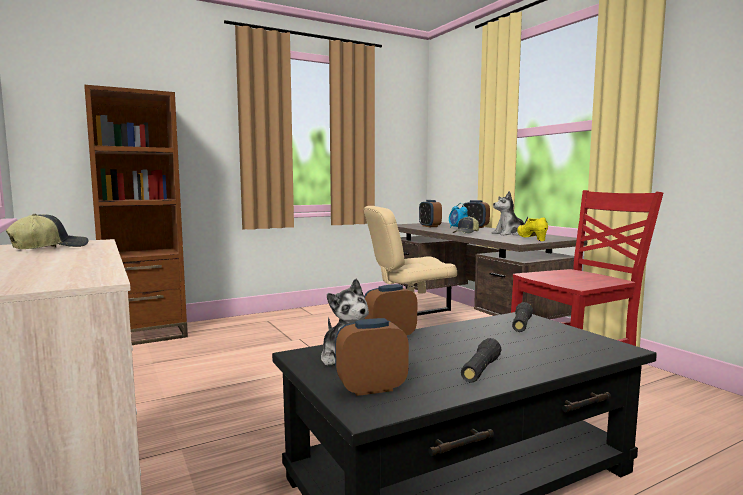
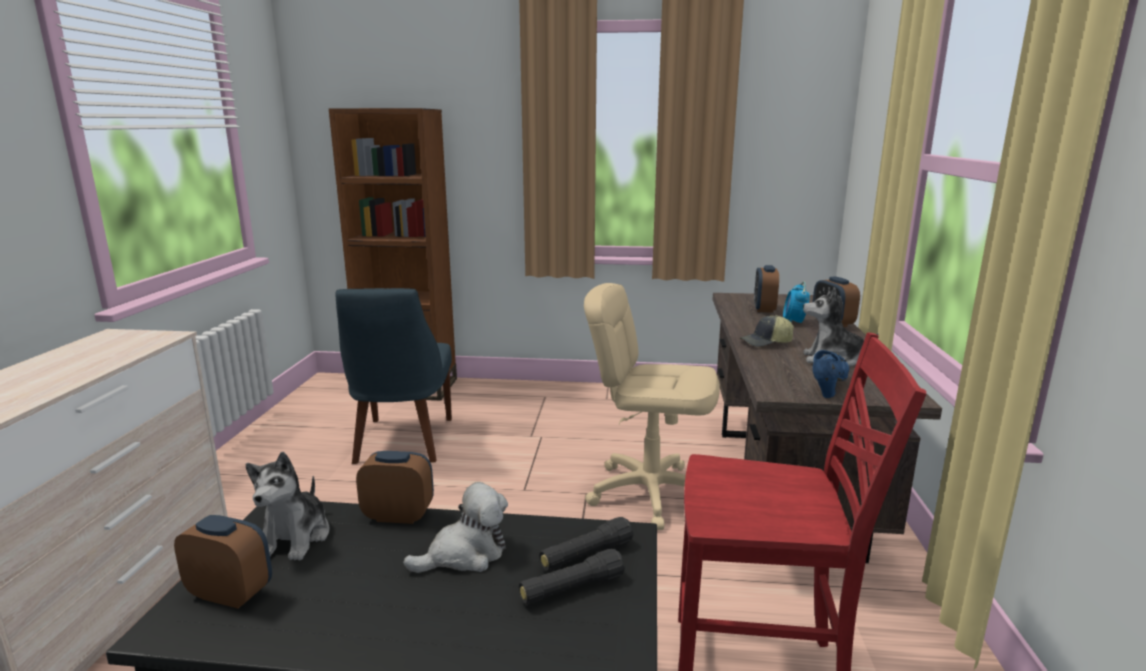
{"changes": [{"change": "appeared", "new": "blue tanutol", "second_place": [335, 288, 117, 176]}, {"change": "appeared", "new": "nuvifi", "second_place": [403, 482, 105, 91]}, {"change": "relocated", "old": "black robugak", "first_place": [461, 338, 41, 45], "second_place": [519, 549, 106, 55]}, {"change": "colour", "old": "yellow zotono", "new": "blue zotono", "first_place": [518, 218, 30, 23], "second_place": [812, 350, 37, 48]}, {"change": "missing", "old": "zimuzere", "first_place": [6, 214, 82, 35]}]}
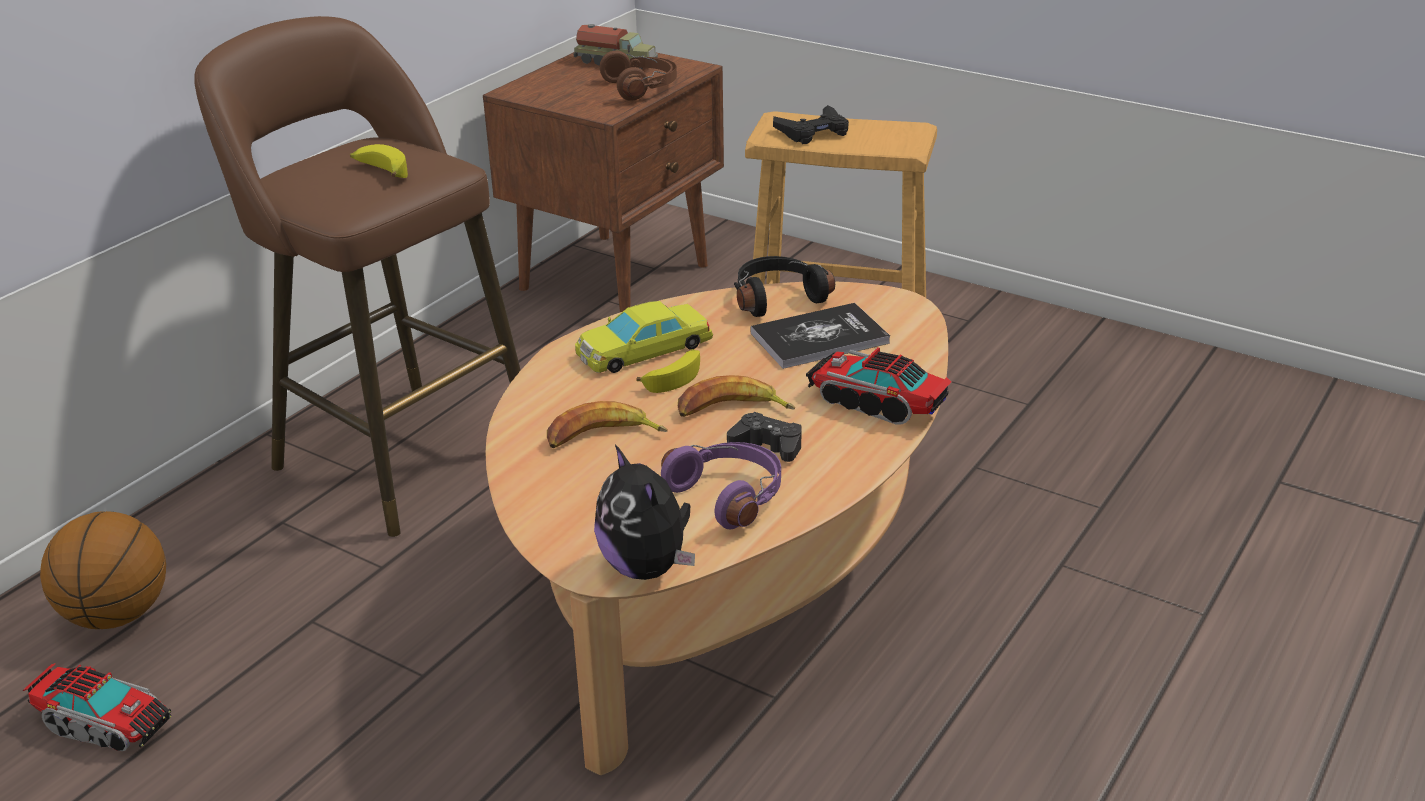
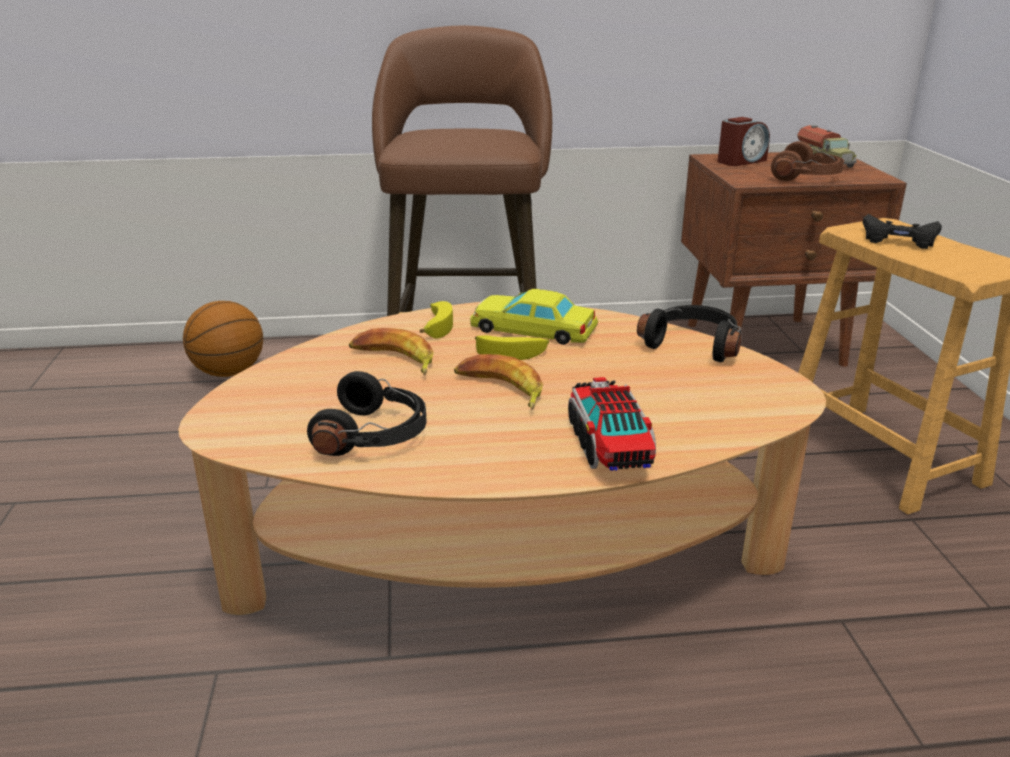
{"changes": [{"change": "colour", "old": "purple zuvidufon", "new": "black zuvidufon", "first_place": [661, 442, 120, 88], "second_place": [307, 371, 120, 85]}, {"change": "relocated", "old": "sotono", "first_place": [350, 144, 58, 34], "second_place": [420, 301, 33, 37]}, {"change": "appeared", "new": "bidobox", "second_place": [718, 117, 52, 49]}, {"change": "missing", "old": "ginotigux", "first_place": [23, 663, 148, 88]}, {"change": "missing", "old": "nuvifi", "first_place": [594, 444, 101, 136]}, {"change": "missing", "old": "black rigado", "first_place": [727, 412, 75, 50]}, {"change": "missing", "old": "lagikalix", "first_place": [750, 303, 140, 66]}]}
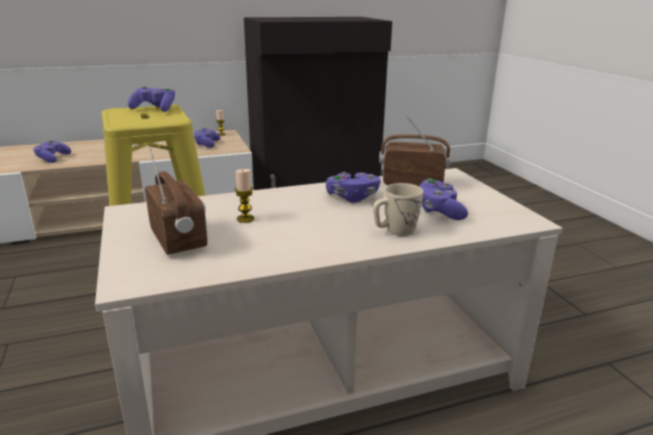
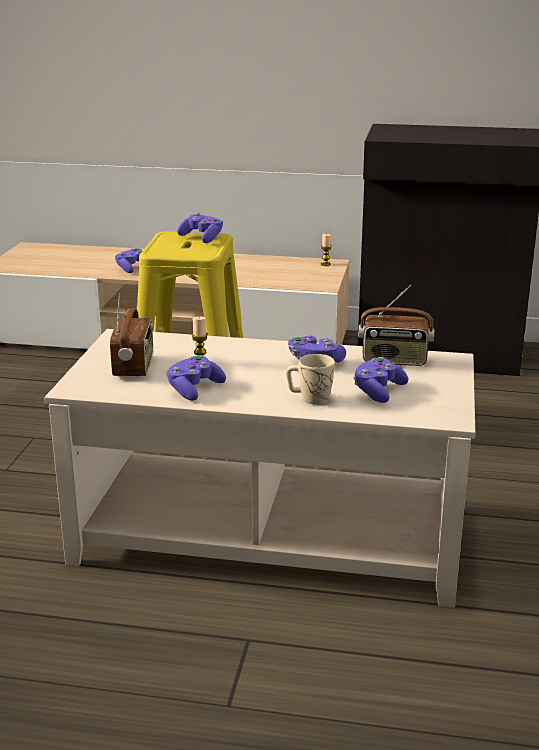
{"changes": [{"change": "relocated", "old": "purple rigado", "first_place": [193, 128, 27, 20], "second_place": [167, 355, 59, 46]}, {"change": "spun", "old": "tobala", "first_place": [379, 116, 72, 71], "second_place": [358, 285, 76, 81], "degrees": 150}]}
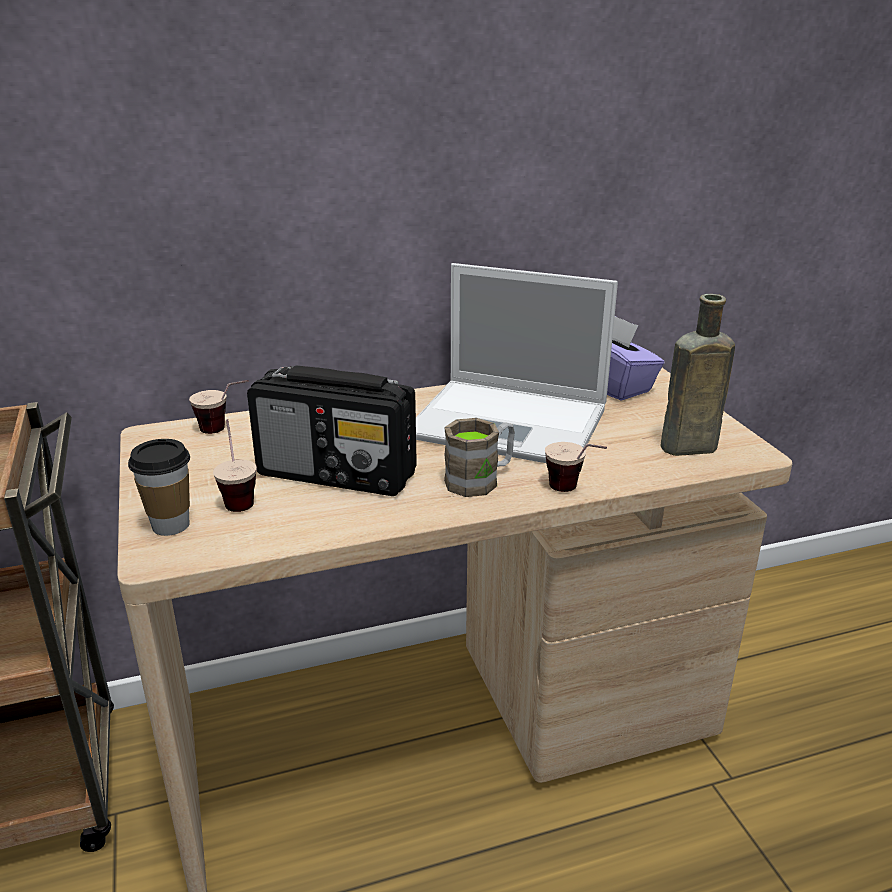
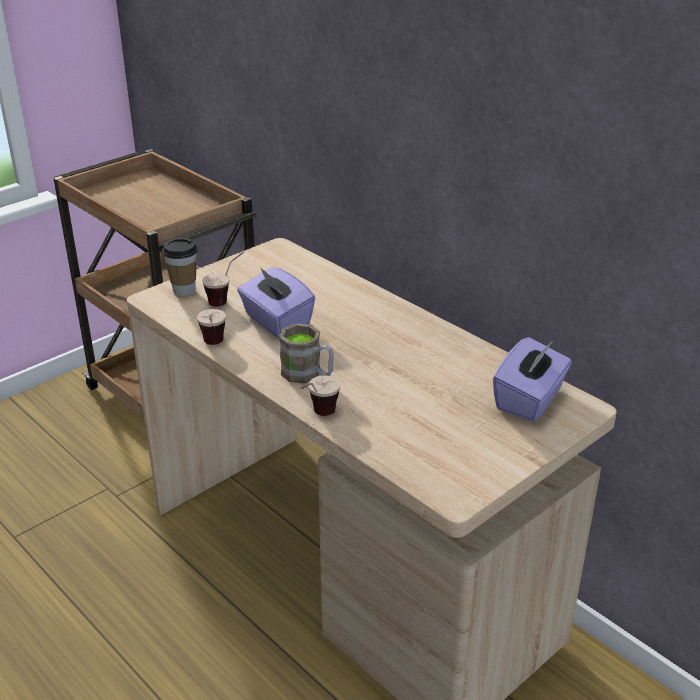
{"changes": [{"change": "relocated", "old": "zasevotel", "first_place": [189, 380, 59, 54], "second_place": [197, 309, 29, 36]}, {"change": "exchanged", "old": "tobala", "new": "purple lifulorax", "first_place": [247, 365, 170, 131], "second_place": [237, 267, 78, 71]}, {"change": "missing", "old": "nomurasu", "first_place": [416, 263, 202, 200]}, {"change": "missing", "old": "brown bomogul", "first_place": [661, 294, 74, 162]}]}
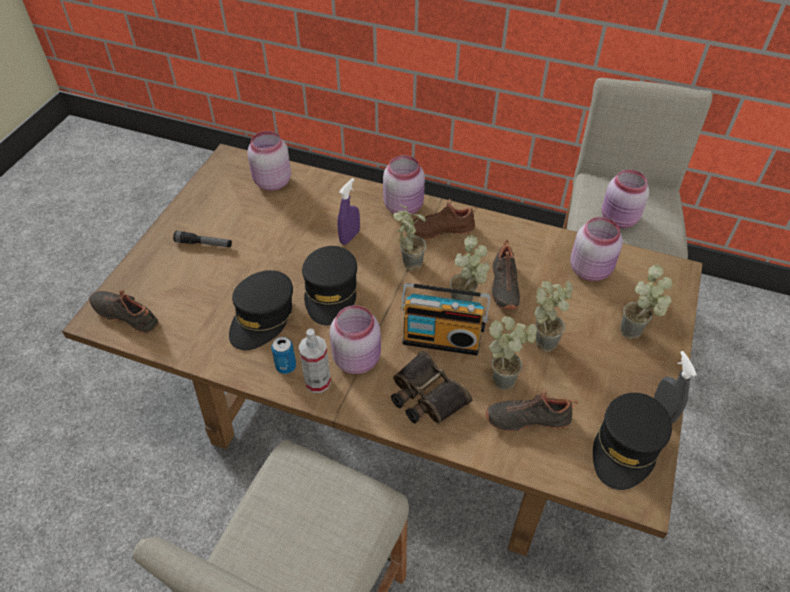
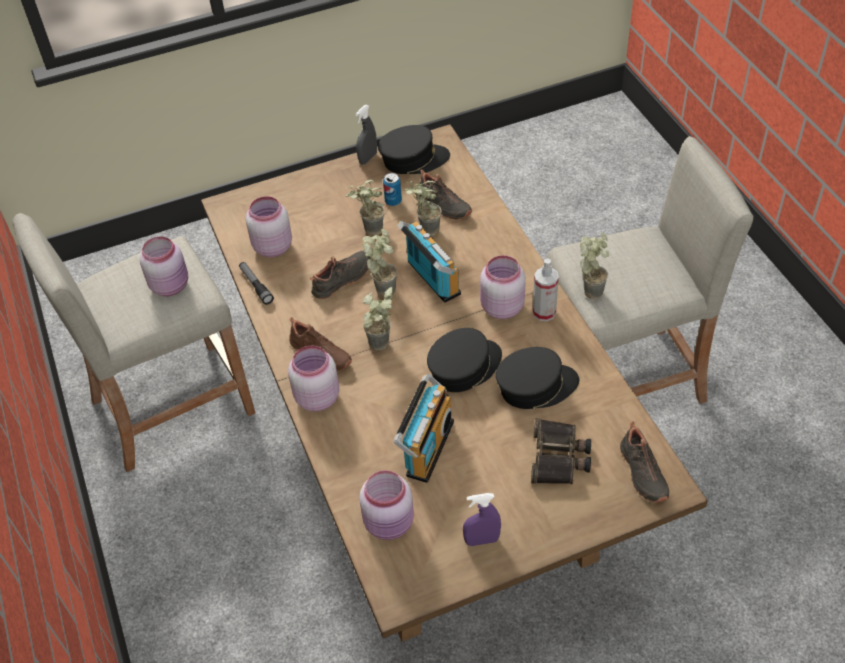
{"changes": [{"change": "relocated", "old": "robugak", "first_place": [173, 231, 59, 16], "second_place": [239, 262, 35, 43]}, {"change": "relocated", "old": "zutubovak", "first_place": [271, 337, 25, 37], "second_place": [383, 173, 19, 33]}, {"change": "appeared", "new": "tobala", "second_place": [394, 374, 60, 109]}, {"change": "relocated", "old": "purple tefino", "first_place": [337, 178, 23, 67], "second_place": [463, 493, 38, 53]}, {"change": "relocated", "old": "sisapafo", "first_place": [391, 351, 81, 73], "second_place": [531, 418, 60, 66]}, {"change": "relocated", "old": "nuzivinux", "first_place": [620, 265, 53, 74], "second_place": [580, 232, 29, 67]}]}
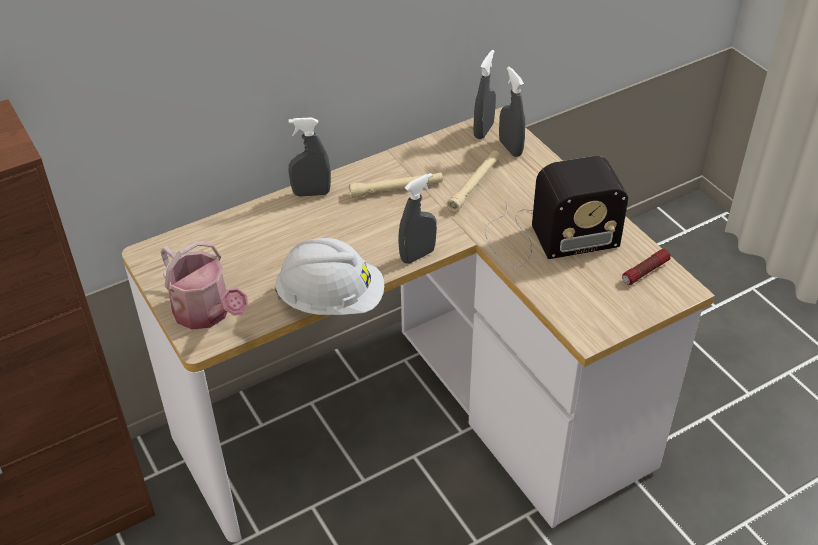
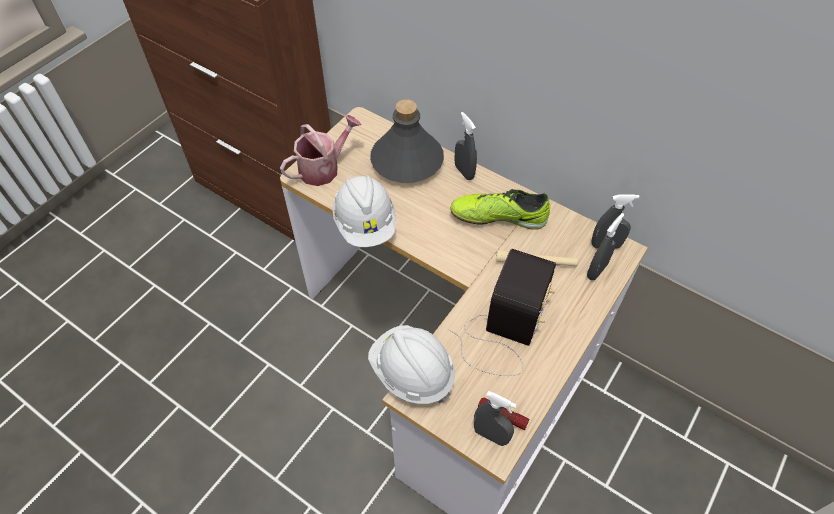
{"changes": [{"change": "spun", "old": "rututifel", "first_place": [160, 241, 88, 89], "second_place": [280, 115, 82, 71], "degrees": -150}, {"change": "appeared", "new": "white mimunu", "second_place": [368, 325, 87, 79]}, {"change": "appeared", "new": "grey bomogul", "second_place": [370, 100, 74, 83]}, {"change": "spun", "old": "tobala", "first_place": [485, 156, 143, 111], "second_place": [447, 249, 109, 127], "degrees": -120}, {"change": "exchanged", "old": "beige robugak", "new": "zotono", "first_place": [349, 172, 94, 26], "second_place": [450, 189, 100, 41]}, {"change": "relocated", "old": "grey tefino", "first_place": [398, 173, 39, 90], "second_place": [474, 391, 43, 55]}]}
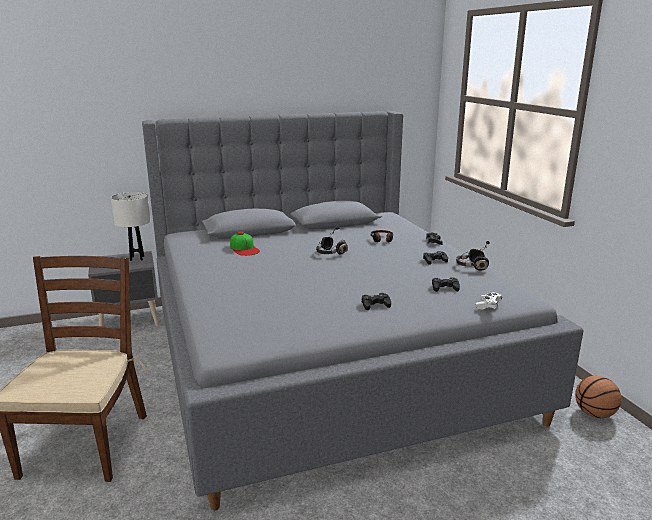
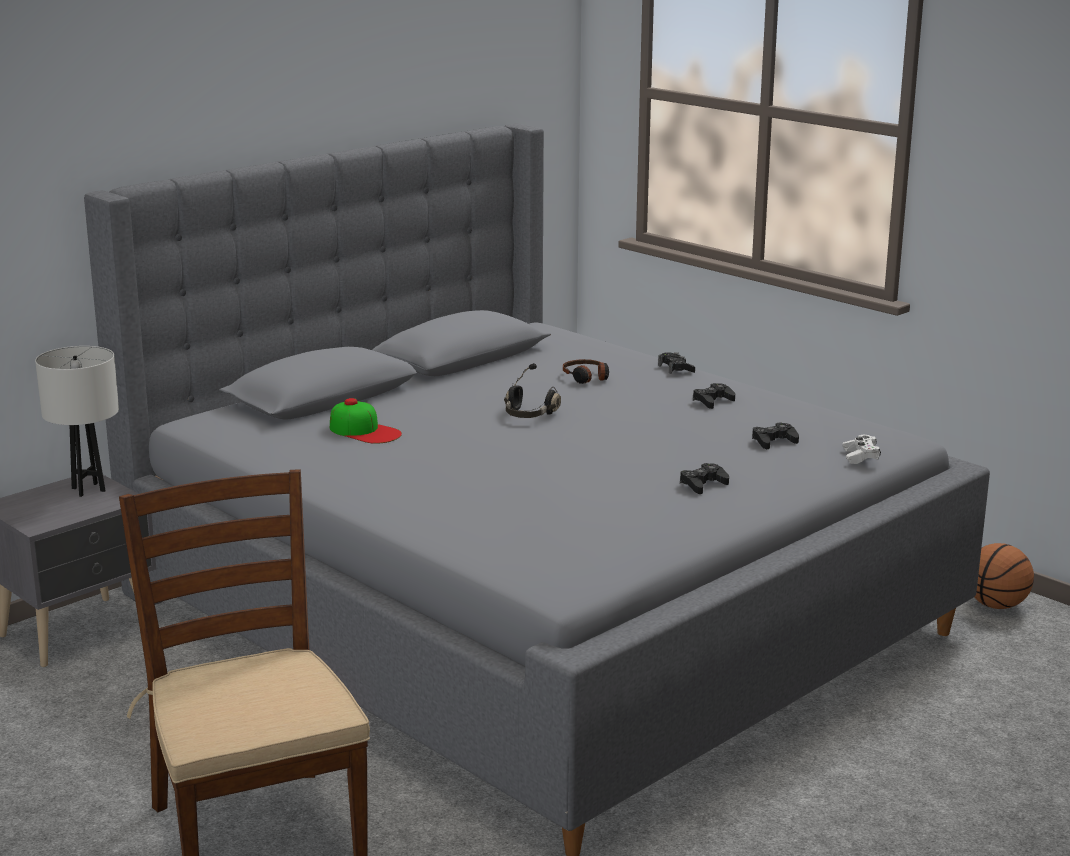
{"changes": [{"change": "missing", "old": "black zuvidufon", "first_place": [456, 241, 34, 29]}]}
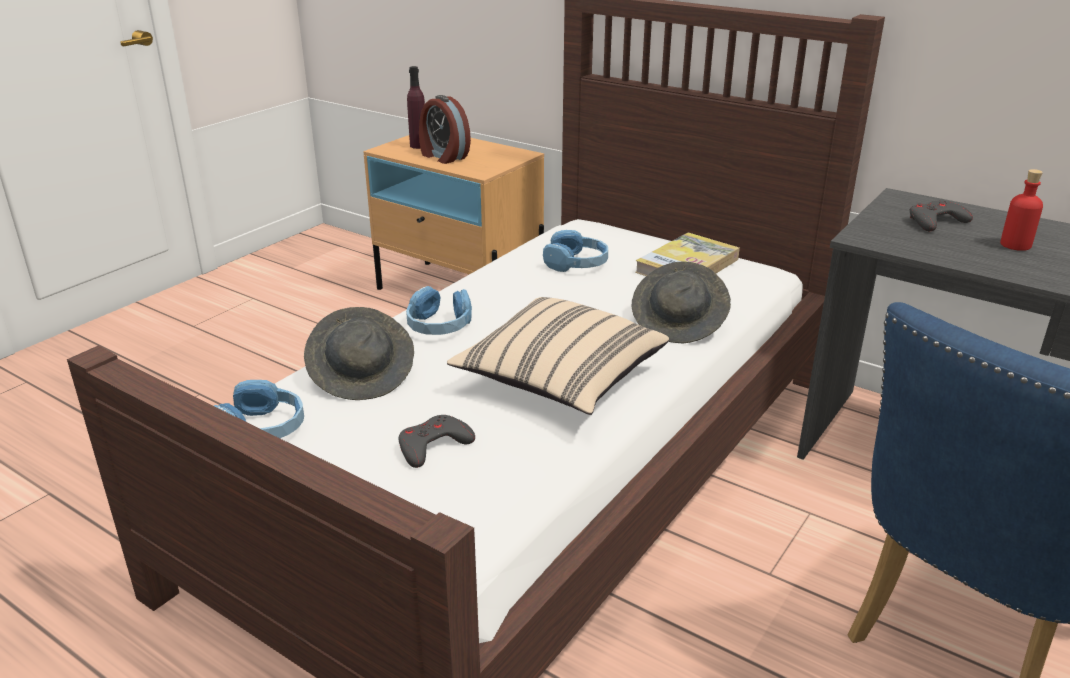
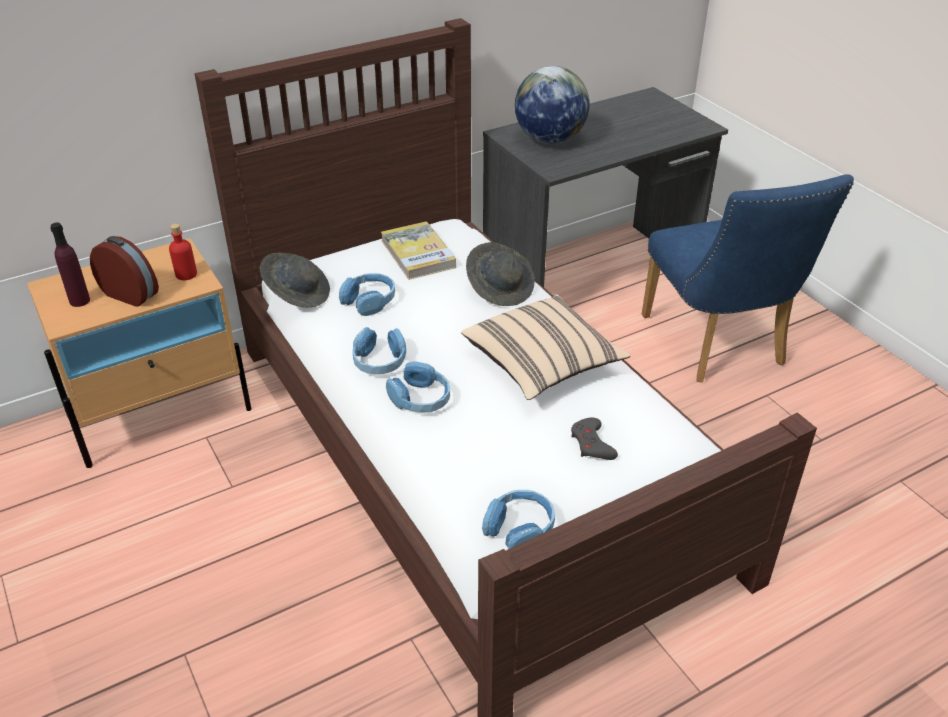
{"changes": [{"change": "spun", "old": "bidobox", "first_place": [419, 95, 52, 69], "second_place": [90, 236, 69, 71], "degrees": -135}, {"change": "relocated", "old": "red bomogul", "first_place": [1000, 169, 43, 82], "second_place": [169, 223, 28, 57]}, {"change": "relocated", "old": "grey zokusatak", "first_place": [304, 307, 110, 93], "second_place": [260, 253, 70, 54]}, {"change": "appeared", "new": "blue zuvidufon", "second_place": [353, 327, 53, 47]}, {"change": "exchanged", "old": "grey rigado", "new": "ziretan", "first_place": [910, 200, 63, 32], "second_place": [515, 66, 75, 78]}]}
